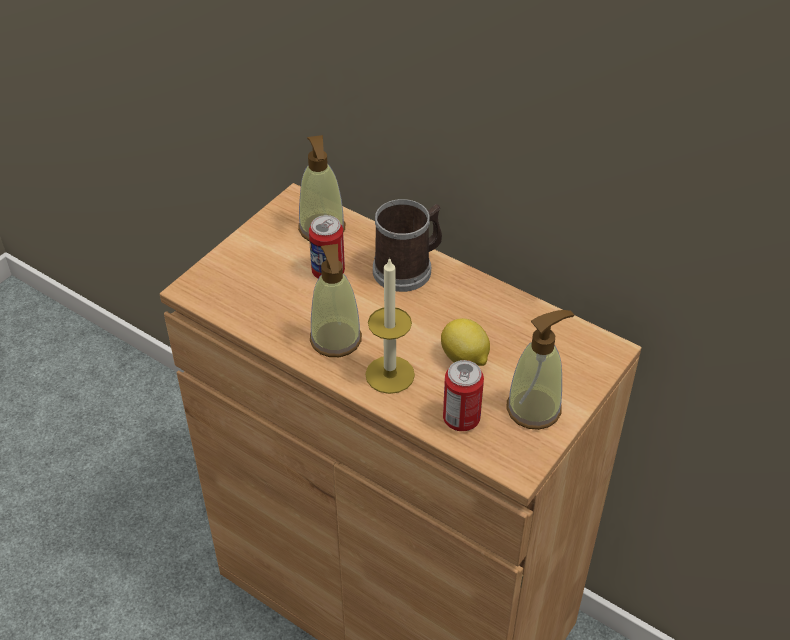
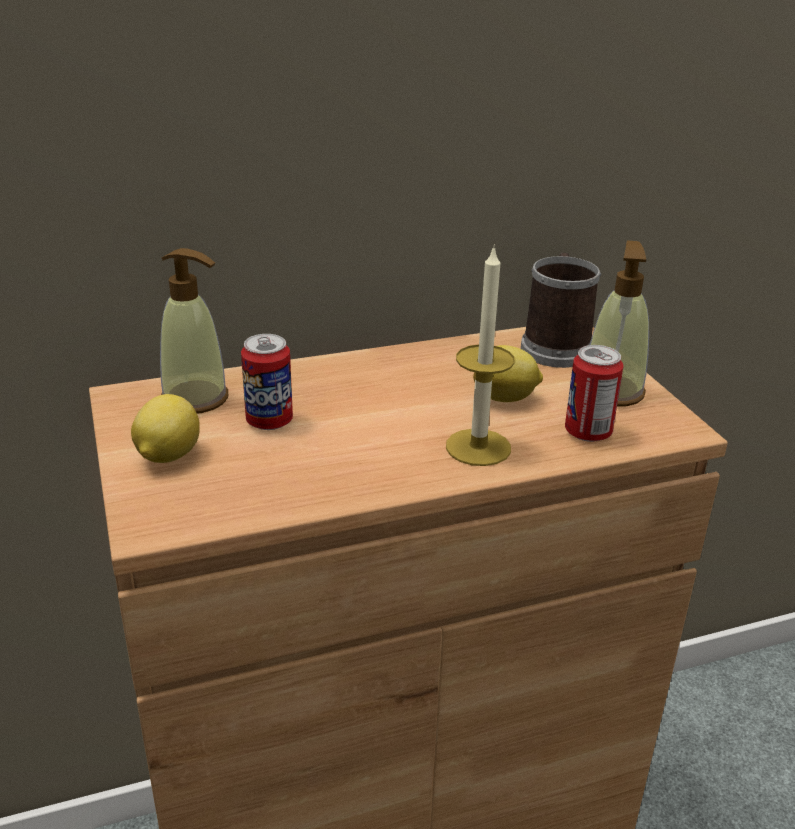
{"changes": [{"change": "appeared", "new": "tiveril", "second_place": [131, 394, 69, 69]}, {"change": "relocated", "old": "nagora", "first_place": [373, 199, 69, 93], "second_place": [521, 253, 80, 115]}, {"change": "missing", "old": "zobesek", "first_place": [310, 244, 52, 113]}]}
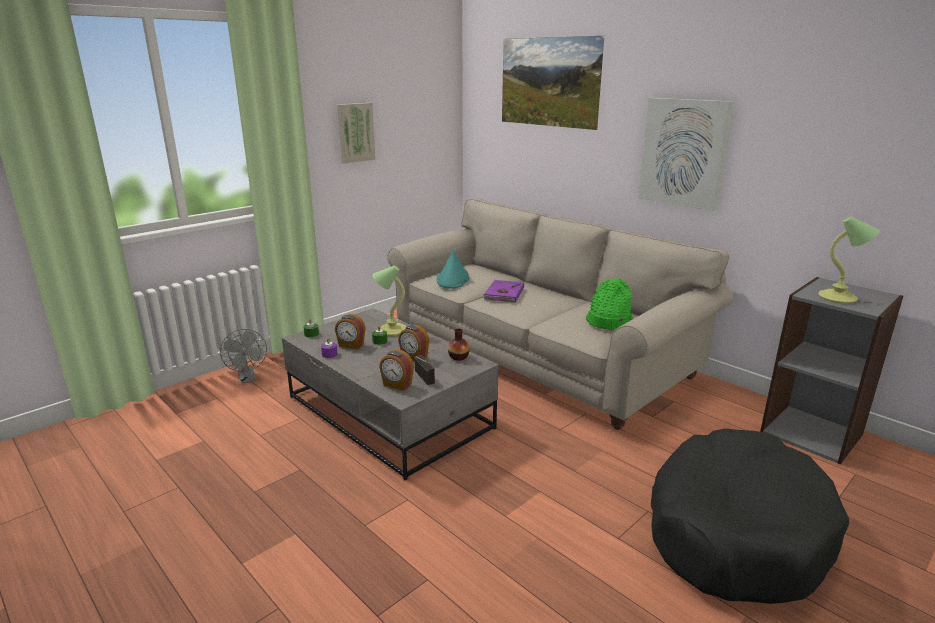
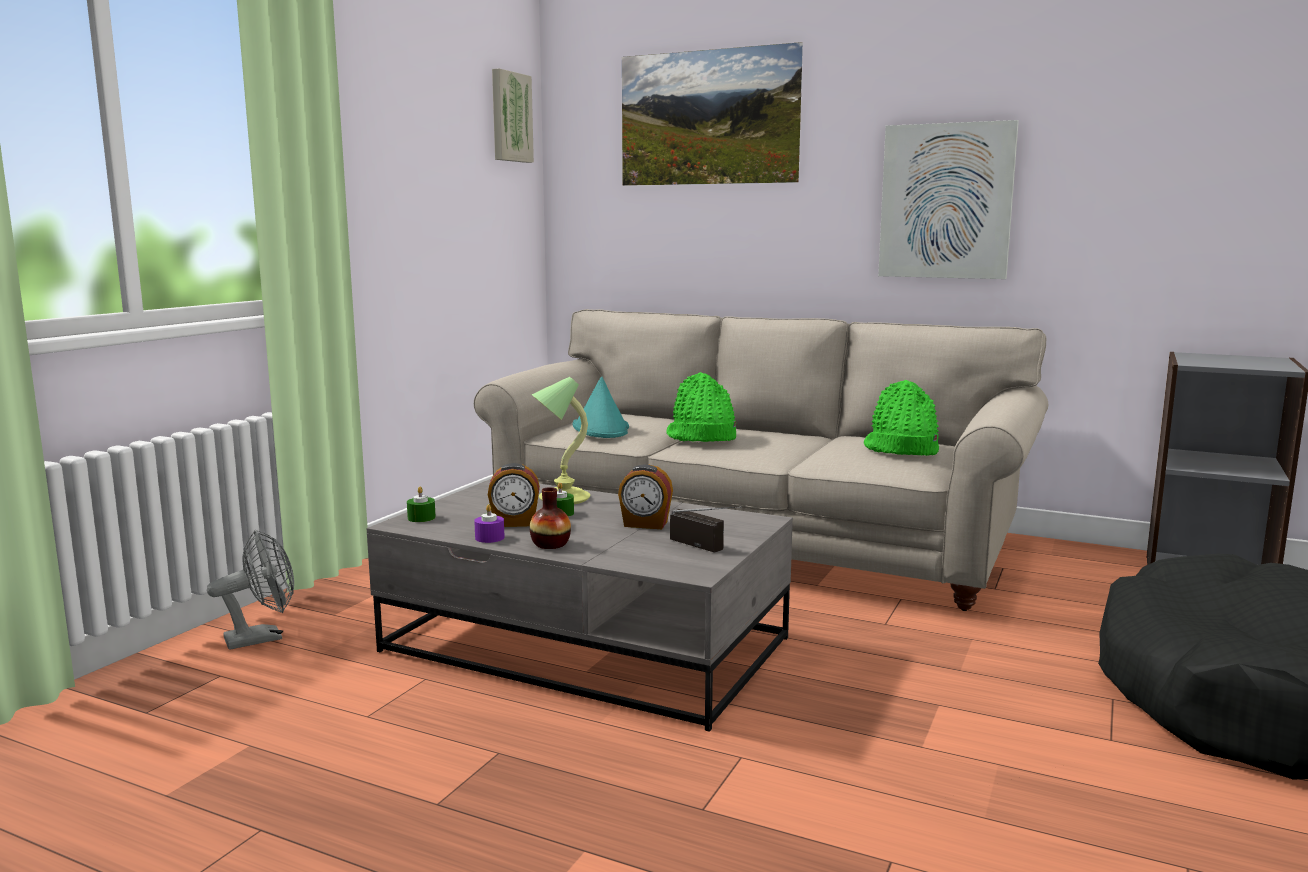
{"changes": [{"change": "spun", "old": "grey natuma", "first_place": [220, 329, 47, 54], "second_place": [207, 530, 87, 120], "degrees": -75}, {"change": "relocated", "old": "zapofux", "first_place": [337, 103, 39, 61], "second_place": [492, 68, 42, 95]}, {"change": "relocated", "old": "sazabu", "first_place": [448, 329, 21, 32], "second_place": [529, 487, 42, 62]}, {"change": "exchanged", "old": "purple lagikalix", "new": "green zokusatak", "first_place": [481, 280, 43, 22], "second_place": [666, 372, 70, 70]}, {"change": "missing", "old": "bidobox", "first_place": [379, 350, 35, 41]}, {"change": "missing", "old": "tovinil", "first_place": [818, 217, 62, 87]}]}
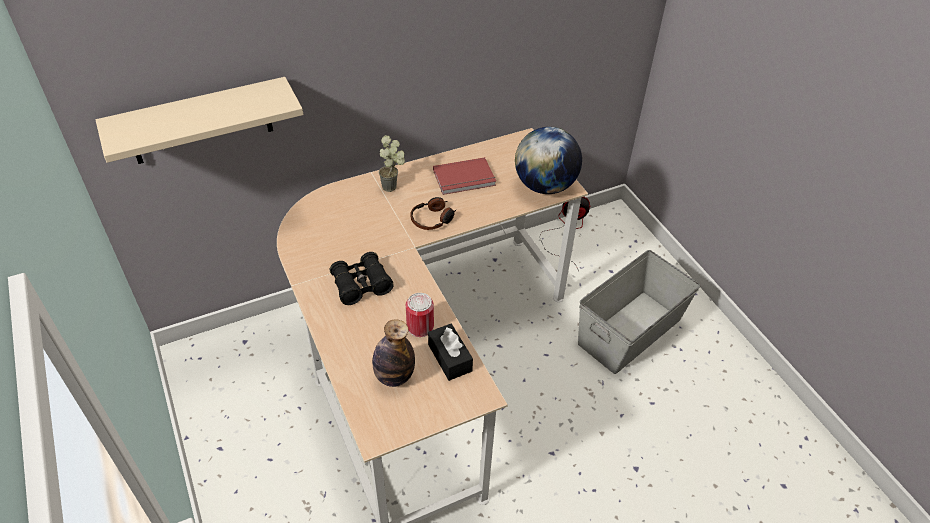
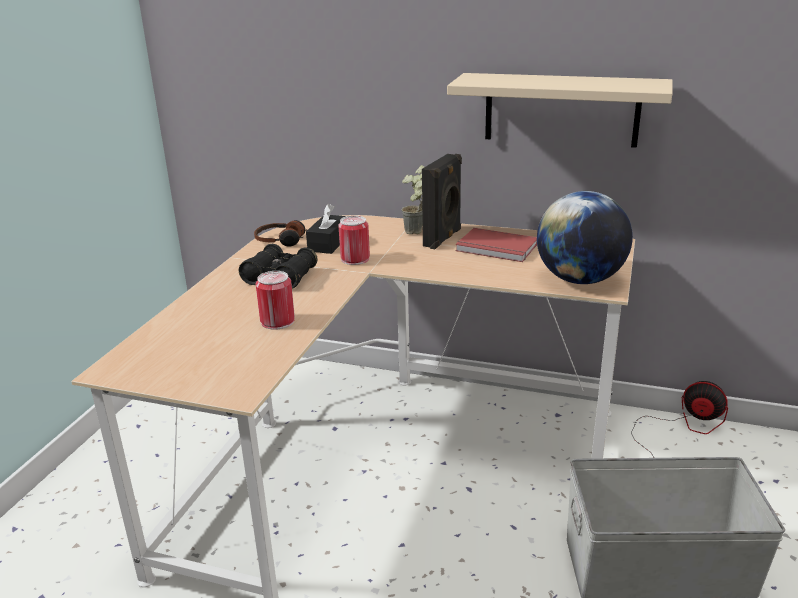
{"changes": [{"change": "relocated", "old": "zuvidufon", "first_place": [410, 197, 46, 33], "second_place": [254, 220, 53, 27]}, {"change": "relocated", "old": "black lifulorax", "first_place": [428, 324, 45, 57], "second_place": [306, 204, 40, 50]}, {"change": "appeared", "new": "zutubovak", "second_place": [338, 215, 32, 50]}, {"change": "appeared", "new": "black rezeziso", "second_place": [422, 154, 40, 95]}, {"change": "relocated", "old": "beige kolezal", "first_place": [96, 77, 207, 87], "second_place": [447, 73, 225, 75]}, {"change": "missing", "old": "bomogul", "first_place": [372, 319, 43, 68]}]}
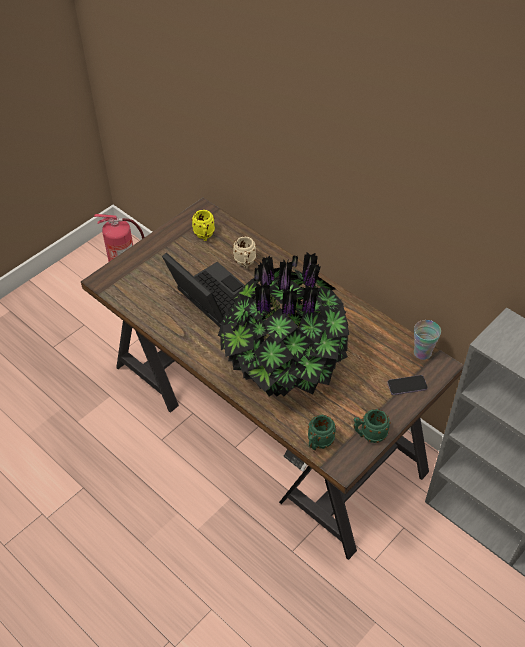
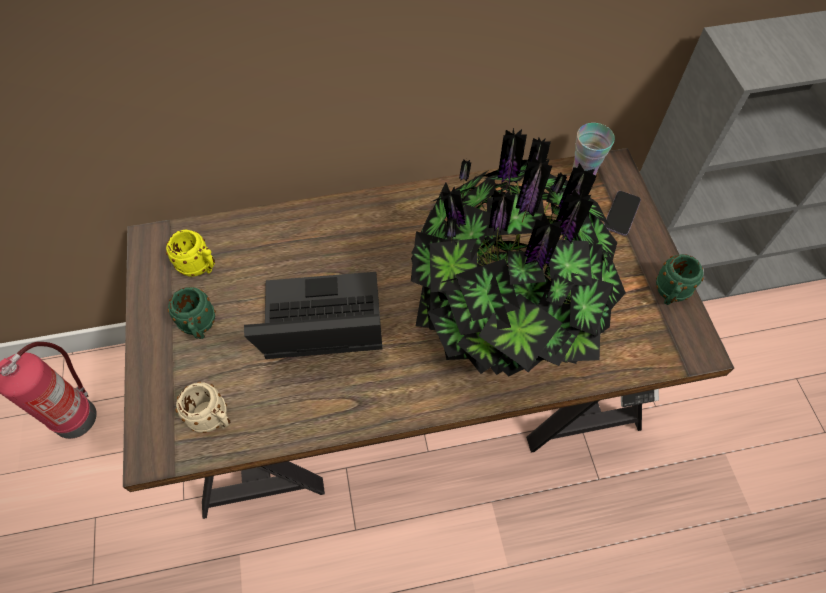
{"changes": [{"change": "relocated", "old": "green nagora", "first_place": [308, 415, 28, 35], "second_place": [168, 287, 48, 52]}, {"change": "relocated", "old": "beige nagora", "first_place": [233, 236, 23, 33], "second_place": [175, 382, 55, 51]}]}
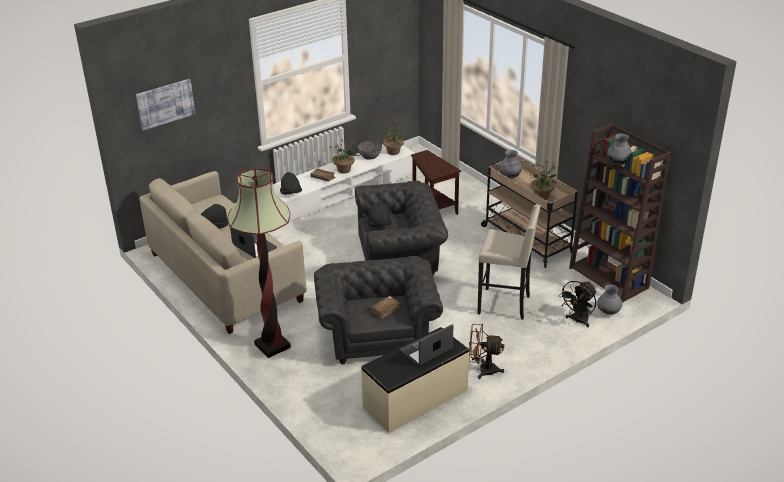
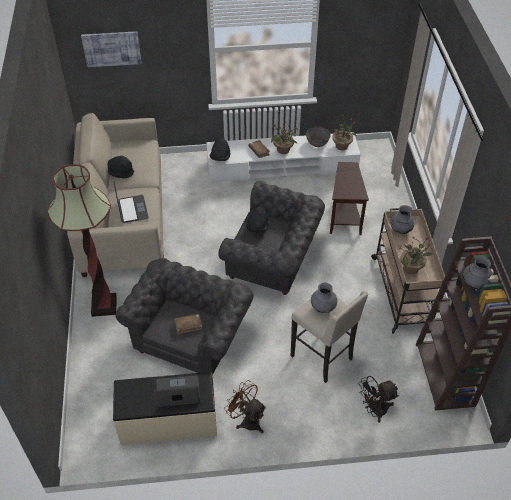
{"changes": [{"change": "relocated", "old": "grey sazabu", "first_place": [597, 285, 25, 30], "second_place": [311, 282, 26, 31]}]}
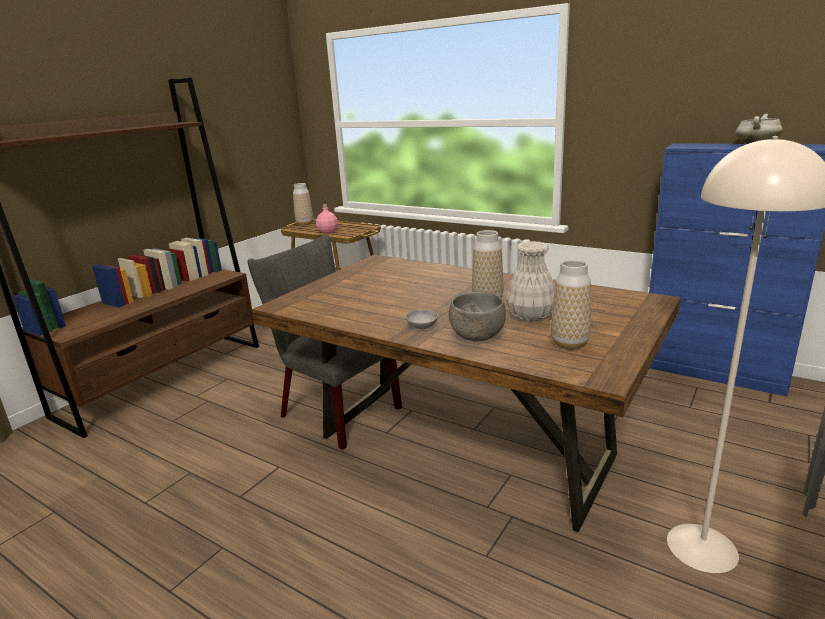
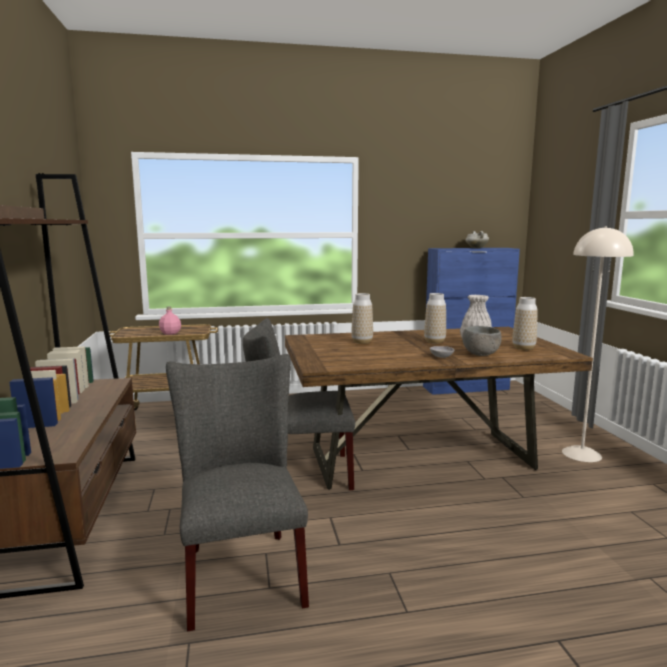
{"changes": [{"change": "appeared", "new": "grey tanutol", "second_place": [166, 354, 143, 278]}, {"change": "relocated", "old": "sazabu", "first_place": [293, 183, 20, 43], "second_place": [351, 293, 22, 51]}]}
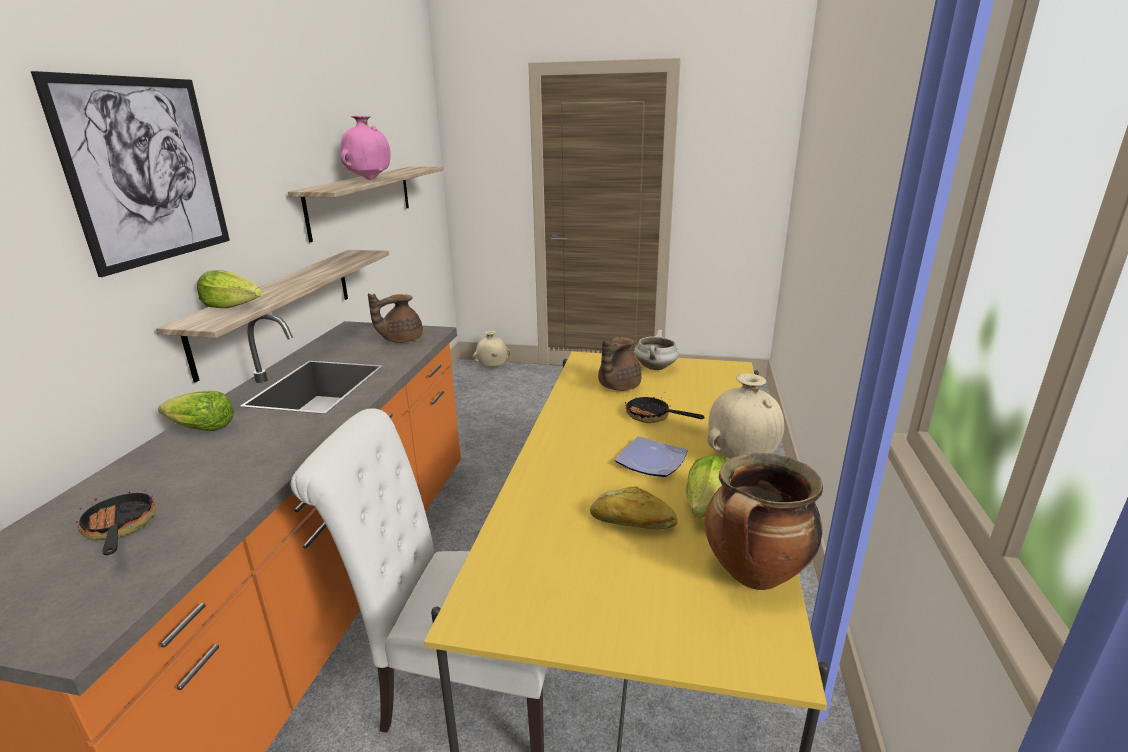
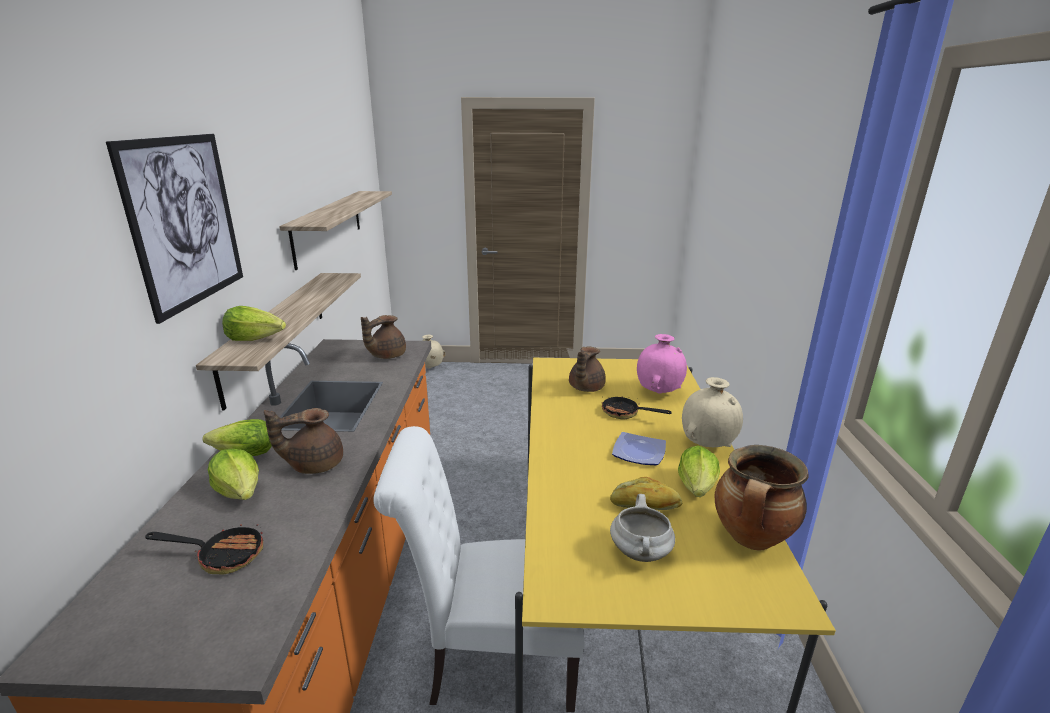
{"changes": [{"change": "spun", "old": "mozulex", "first_place": [76, 489, 80, 66], "second_place": [145, 524, 118, 50], "degrees": 135}, {"change": "appeared", "new": "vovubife", "second_place": [208, 449, 51, 51]}, {"change": "appeared", "new": "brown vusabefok", "second_place": [264, 408, 79, 66]}, {"change": "relocated", "old": "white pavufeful", "first_place": [634, 330, 45, 40], "second_place": [610, 494, 65, 68]}, {"change": "relocated", "old": "pink sazabu", "first_place": [340, 116, 51, 64], "second_place": [637, 334, 50, 59]}]}
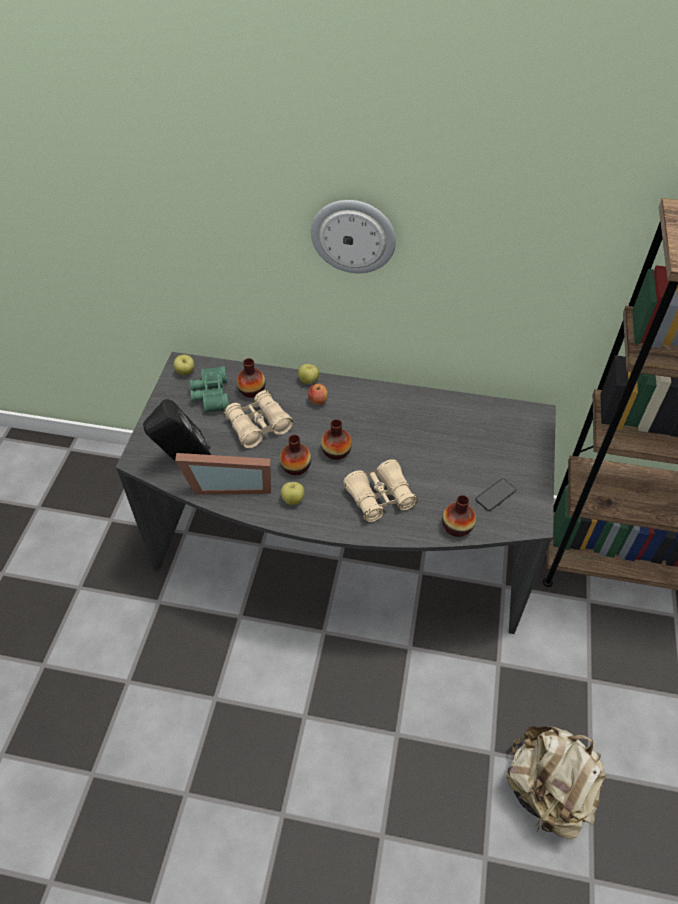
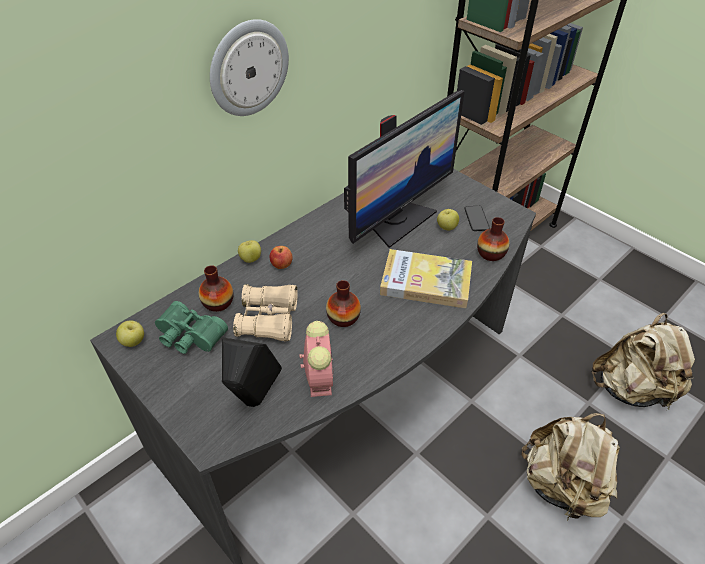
{"changes": [{"change": "exchanged", "old": "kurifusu", "new": "bidobox", "first_place": [175, 453, 96, 42], "second_place": [299, 321, 35, 76]}, {"change": "appeared", "new": "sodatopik", "second_place": [344, 90, 121, 158]}, {"change": "exchanged", "old": "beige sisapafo", "new": "lagikalix", "first_place": [343, 459, 75, 63], "second_place": [380, 249, 92, 59]}, {"change": "relocated", "old": "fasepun", "first_place": [281, 482, 24, 23], "second_place": [437, 209, 22, 22]}, {"change": "appeared", "new": "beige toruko", "second_place": [521, 413, 99, 109]}, {"change": "missing", "old": "sazabu", "first_place": [321, 419, 31, 41]}]}
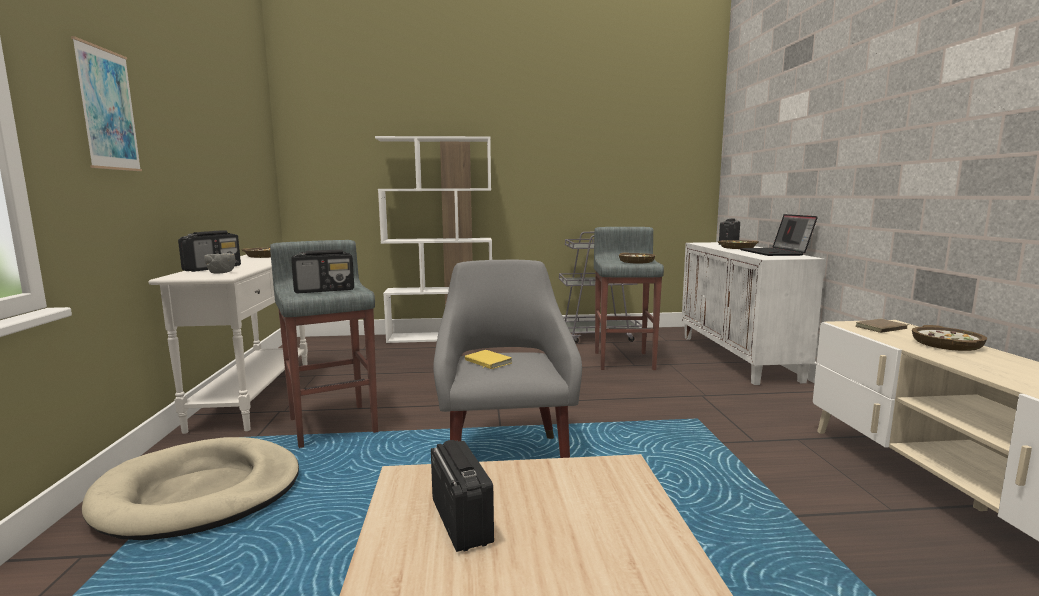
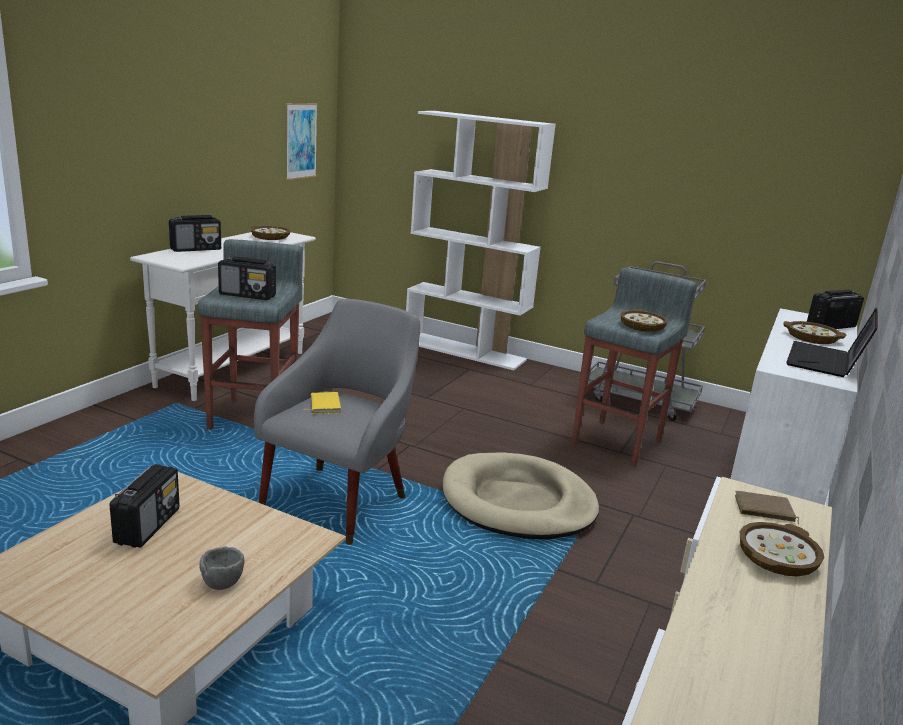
{"changes": [{"change": "relocated", "old": "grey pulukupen", "first_place": [204, 253, 31, 20], "second_place": [199, 546, 45, 44]}, {"change": "relocated", "old": "zapofux", "first_place": [71, 36, 71, 135], "second_place": [286, 103, 32, 77]}, {"change": "relocated", "old": "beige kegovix", "first_place": [82, 437, 217, 103], "second_place": [443, 452, 156, 87]}]}
